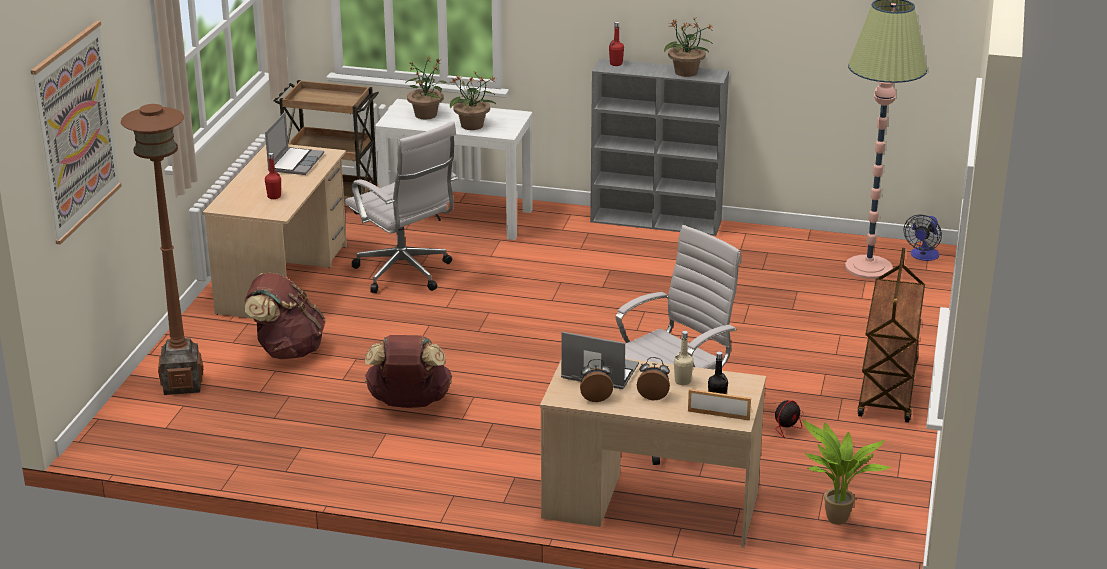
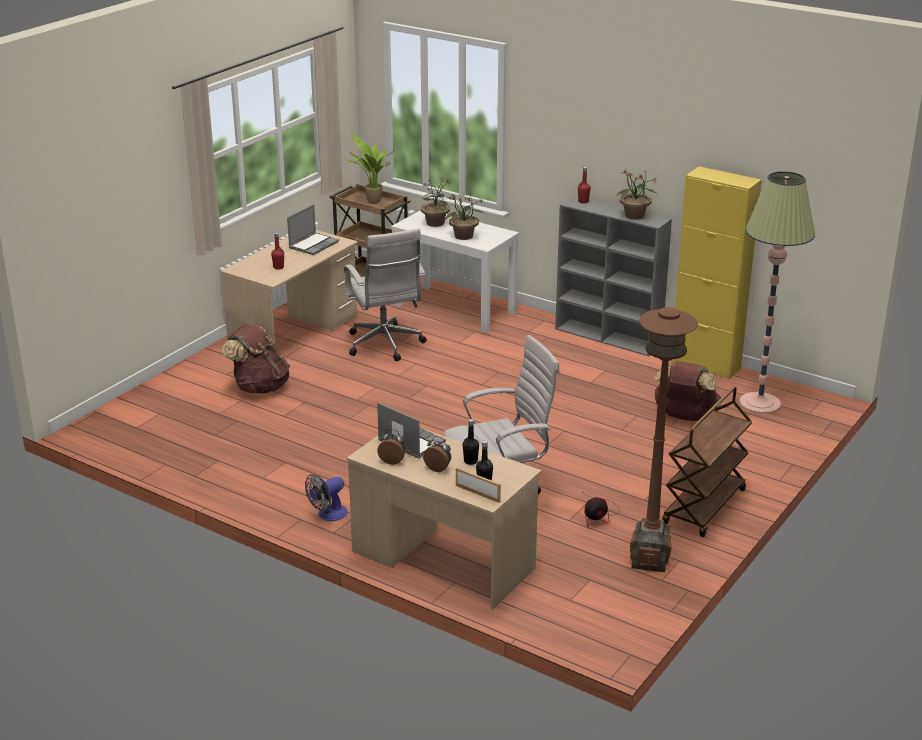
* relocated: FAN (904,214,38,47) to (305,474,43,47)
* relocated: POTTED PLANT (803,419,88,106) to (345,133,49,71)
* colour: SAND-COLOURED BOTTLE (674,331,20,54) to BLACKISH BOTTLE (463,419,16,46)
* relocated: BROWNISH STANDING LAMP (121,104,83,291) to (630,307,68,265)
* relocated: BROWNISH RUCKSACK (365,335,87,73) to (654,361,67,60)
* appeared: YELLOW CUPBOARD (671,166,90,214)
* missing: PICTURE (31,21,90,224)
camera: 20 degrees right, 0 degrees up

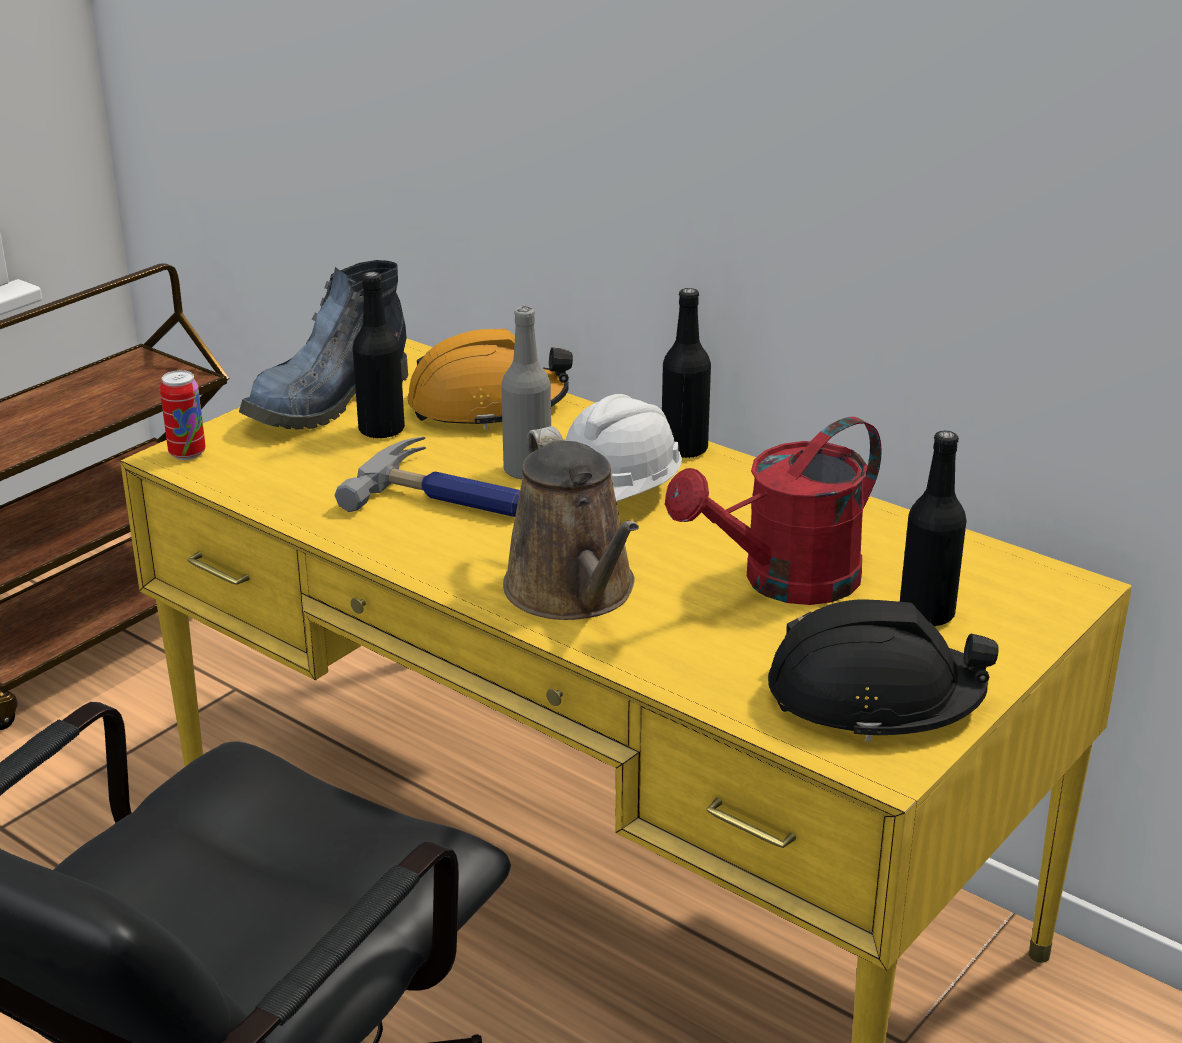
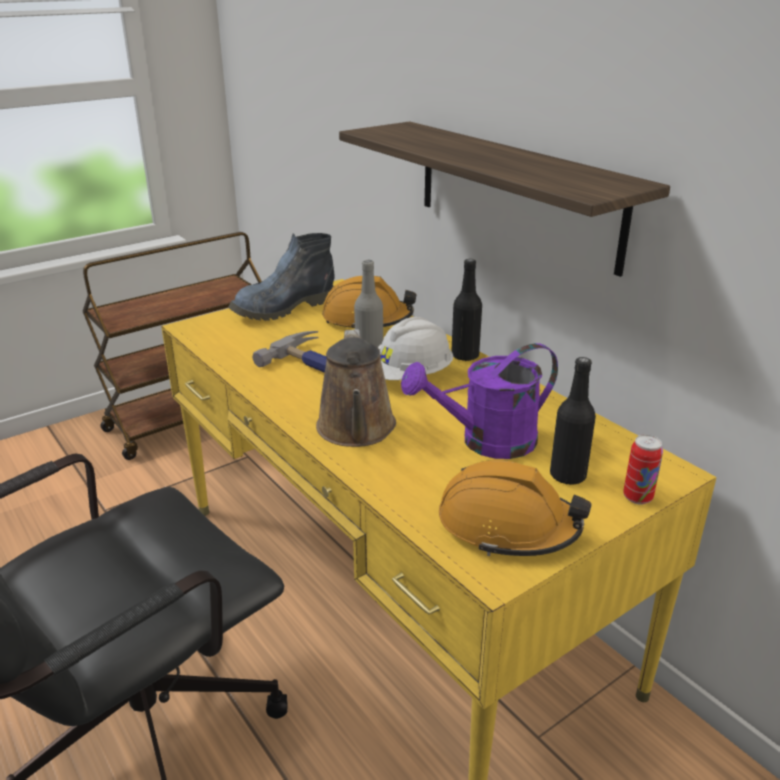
* appeared: SHELF (339,121,331,156)
* colour: REDDISH SPRINKLING CAN (665,417,217,188) to PURPLISH SPRINKLING CAN (401,343,157,116)
* colour: BLACKISH SAFETY HELMET (768,600,231,142) to ORANGEY SAFETY HELMET (439,460,152,96)
* relocated: METAL CAN (160,370,46,90) to (623,435,40,70)
* missing: BLACKISH BOTTLE (353,272,52,167)
camera: 15 degrees right, 0 degrees up

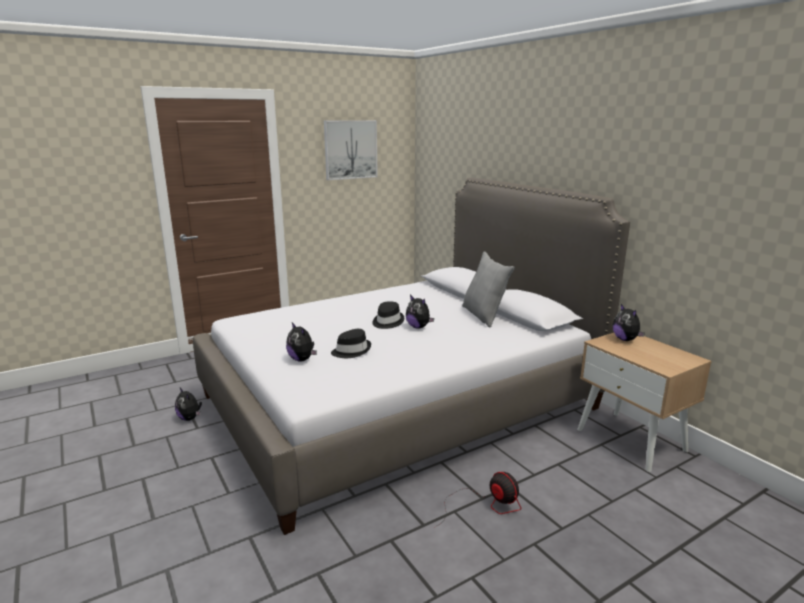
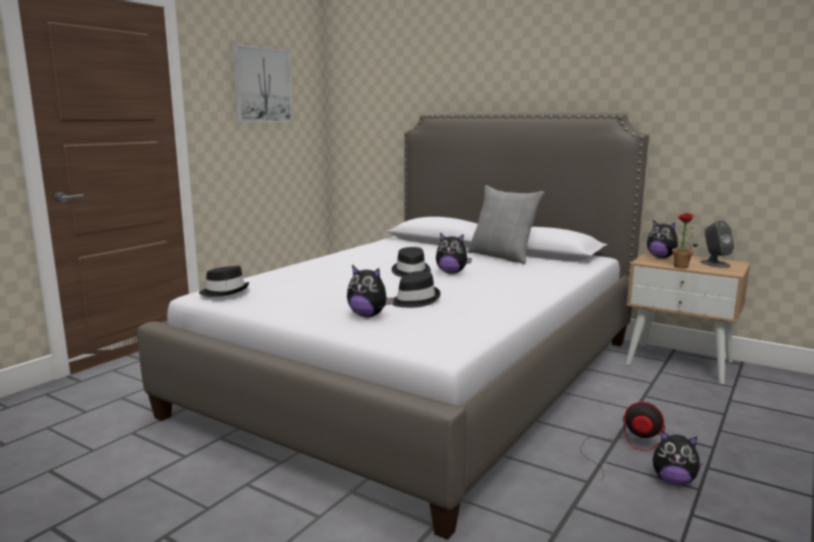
* appeared: BLACKISH HAT (199,266,50,31)
* relocated: CUDDLY TOY (175,388,27,33) to (653,431,50,54)
* appeared: POTTED PLANT (662,213,36,55)
* appeared: GREY AUDIO SPEAKER (700,220,34,48)
camera: 25 degrees left, 5 degrees down

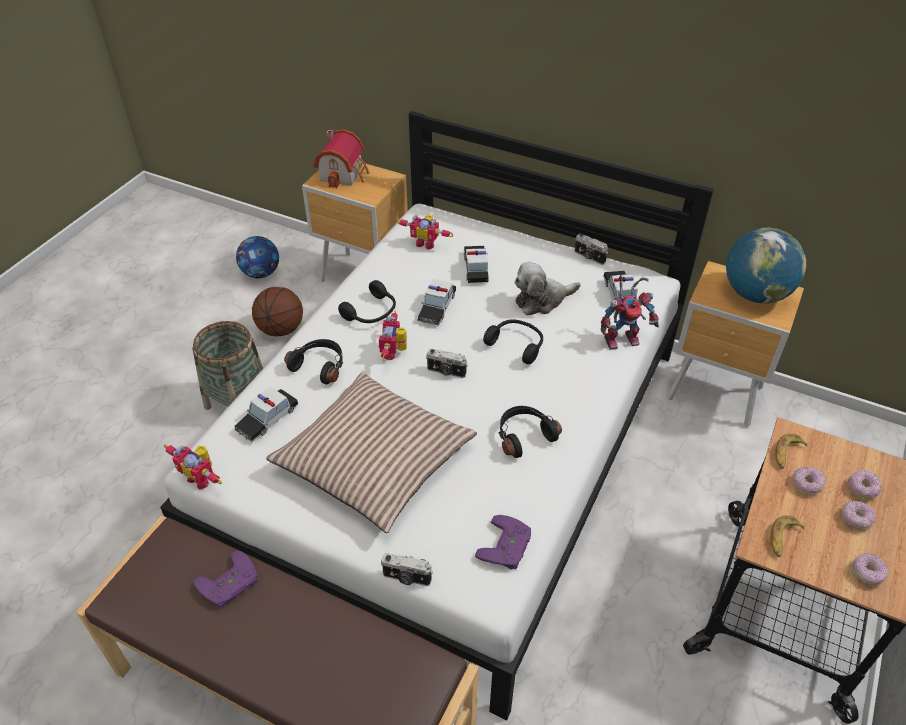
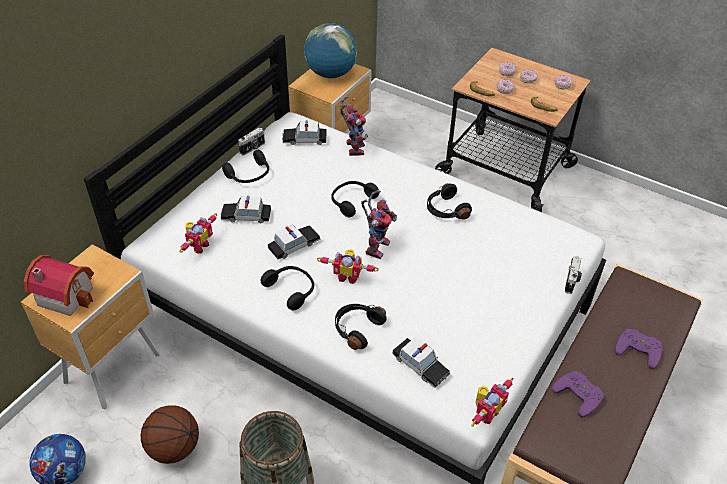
* appeared: BLACKISH PAIR OF HEADPHONES (222,150,47,33)
* spun: MODEL CAR (417,279,39,46) = (268,225,53,34) 60 degrees counterclockwise
* exchanged: PHOTO CAMERA (426,349,42,29) to TOY ROBOT (361,190,36,69)
* relocated: PURPLISH JOYPAD (475,515,56,54) to (615,329,47,40)
* missing: THROW PILLOW (266,372,211,161)
* missing: CUDDLY TOY (514,262,67,53)
camera: 85 degrees left, 0 degrees up

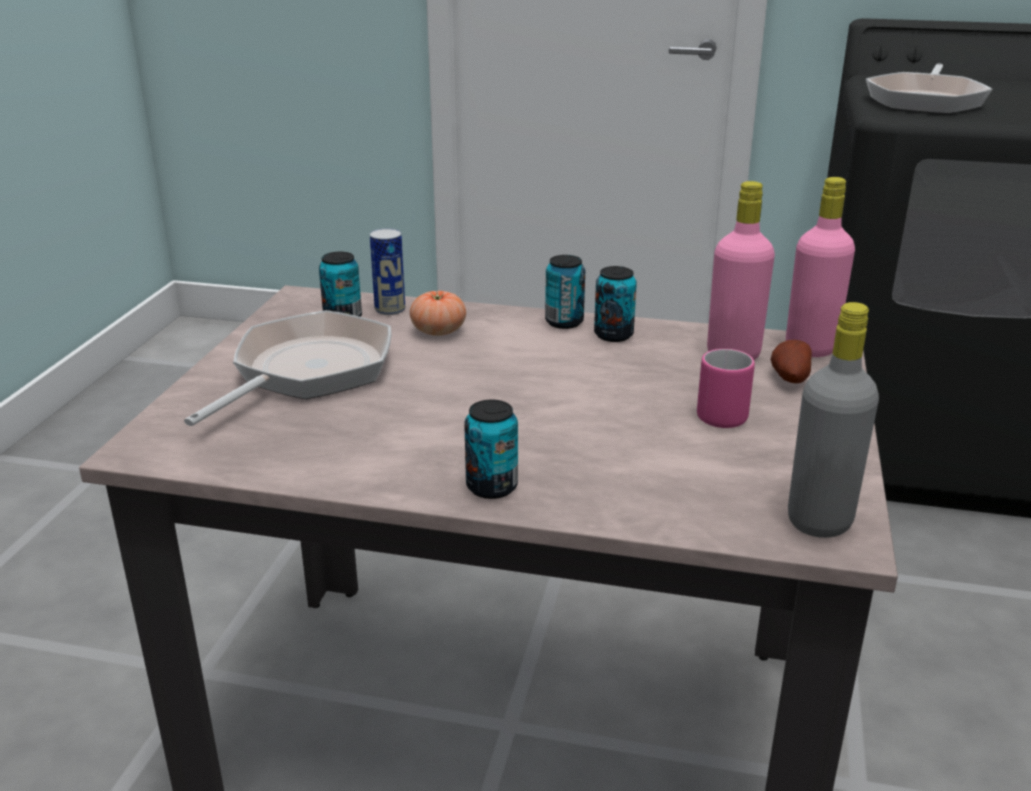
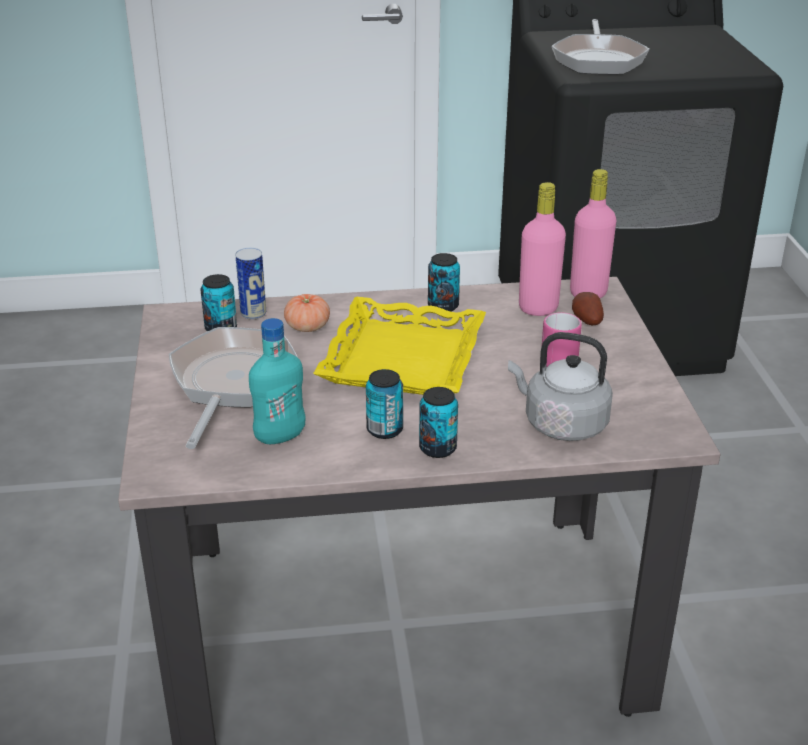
* appeared: TURQUOISE BOTTLE (249,318,56,126)
* appeared: YELLOW CARRYING TRAY (313,297,173,98)
* relocated: METAL CAN (545,255,40,74) to (366,369,37,70)
* appeared: GREY KETTLE (508,332,105,109)
* missing: GREY BOTTLE (788,302,91,236)
camera: 20 degrees left, 5 degrees up

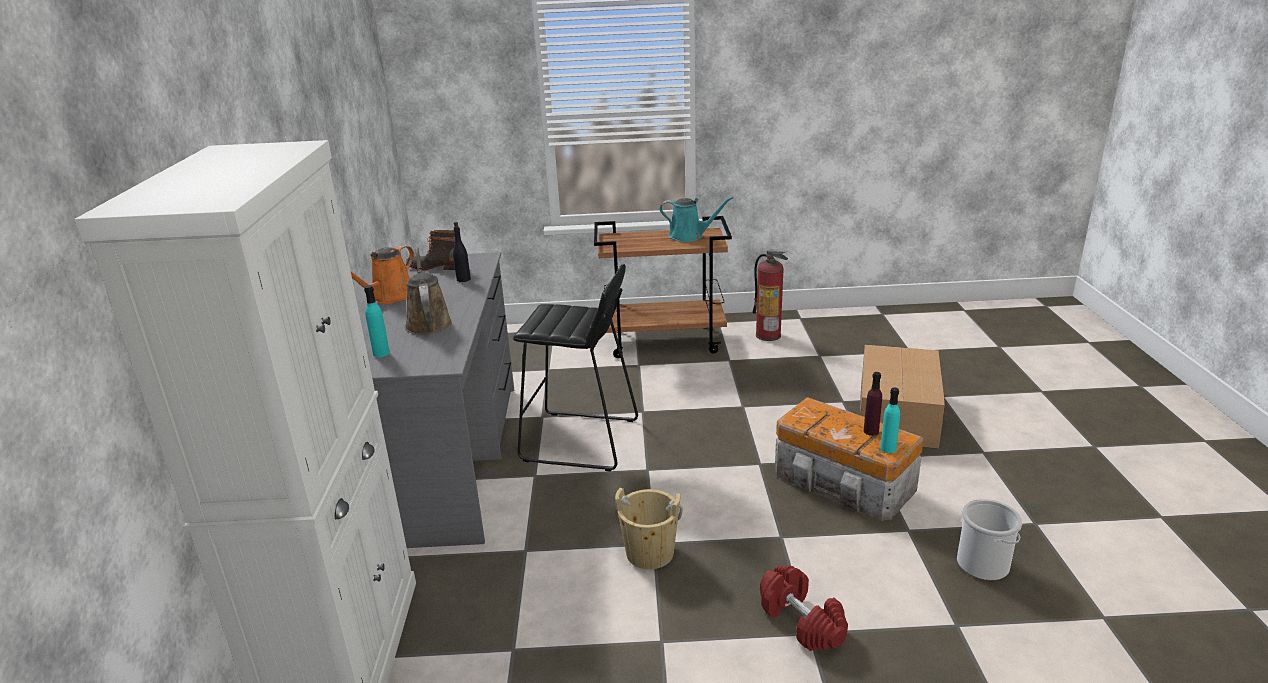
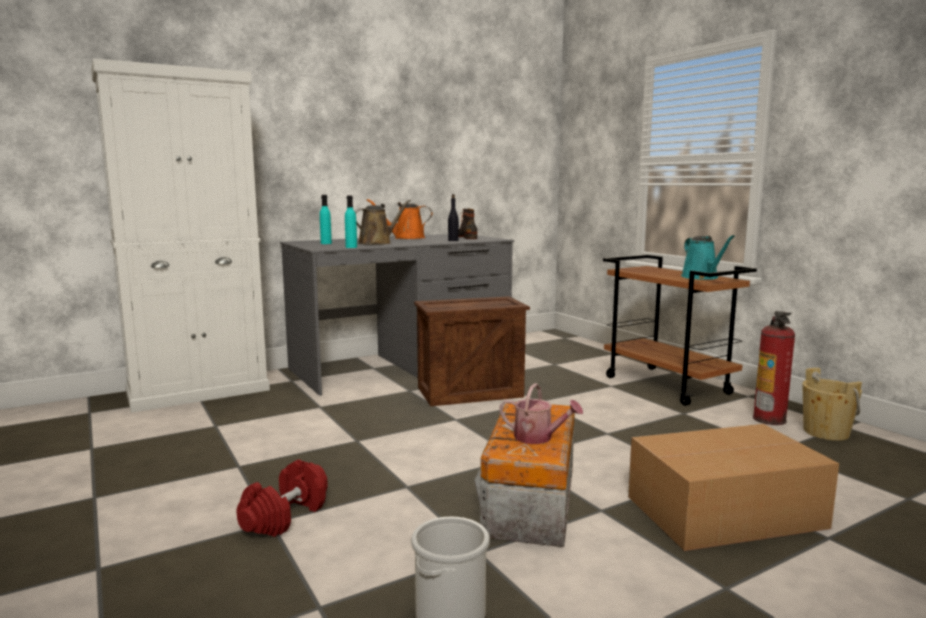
* relocated: TURQUOISE BOTTLE (880,387,20,66) to (345,196,12,52)
* exchanged: BLACKISH STOOL (513,264,125,208) to SHIPPING CRATE (414,296,116,110)
* exchanged: PURPLISH BOTTLE (864,372,18,64) to SPRINKLING CAN (499,383,84,61)
* relocated: SAND-COLOURED BUCKET (615,488,68,81) to (802,368,60,73)
camera: 60 degrees right, 15 degrees down

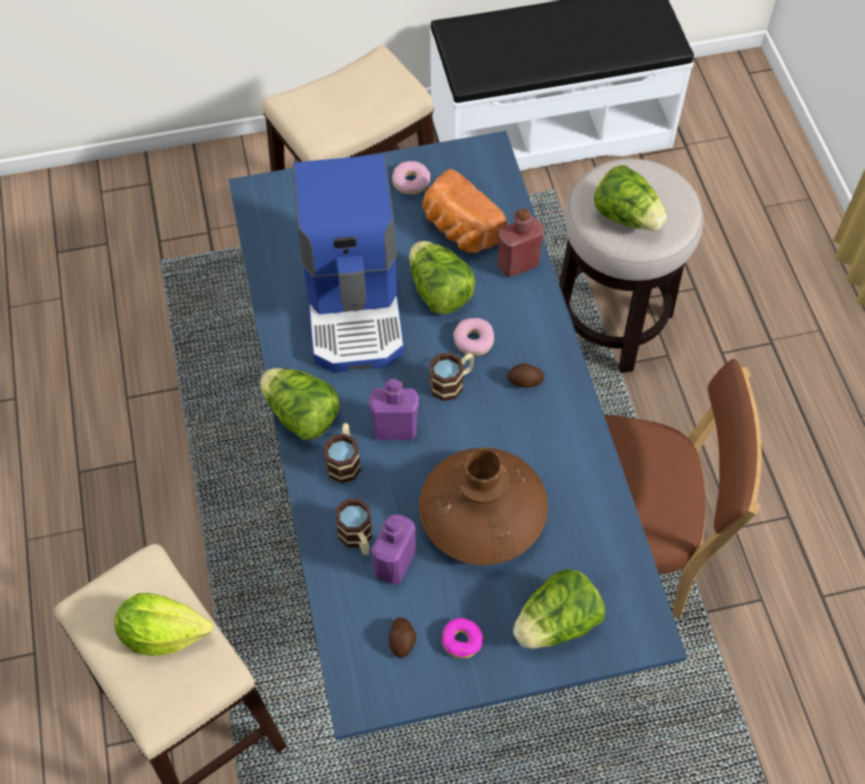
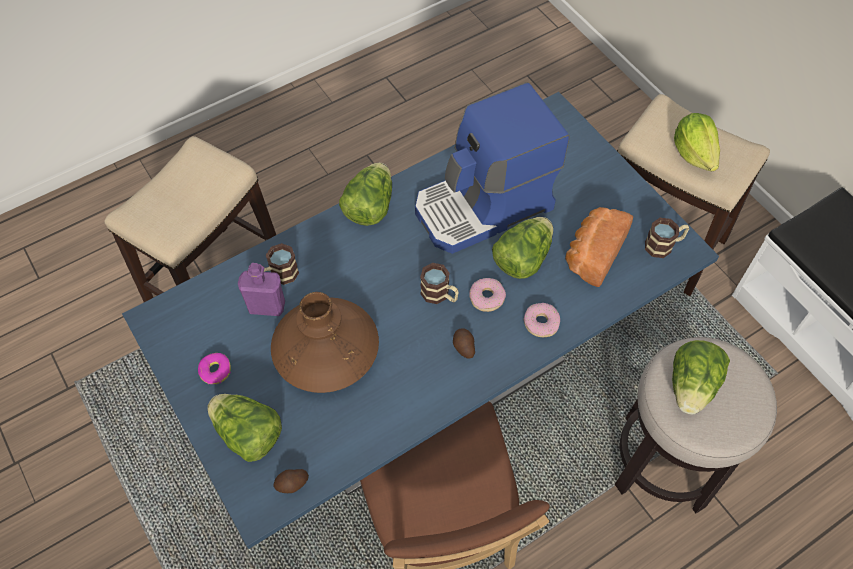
* relocated: POTATO (389,618,27,40) to (273,469,36,24)
* relocated: RING DOUGHNUT (392,161,38,34) to (524,303,36,34)
* relocated: TEA MUG (323,423,38,60) to (645,218,44,40)
* relocated: LETTUCE (114,593,98,63) to (674,113,46,59)
* missing: PURPLISH BOTTLE (369,379,50,61)
* missing: REDDISH BOTTLE (498,208,46,69)
camera: 70 degrees right, 0 degrees up

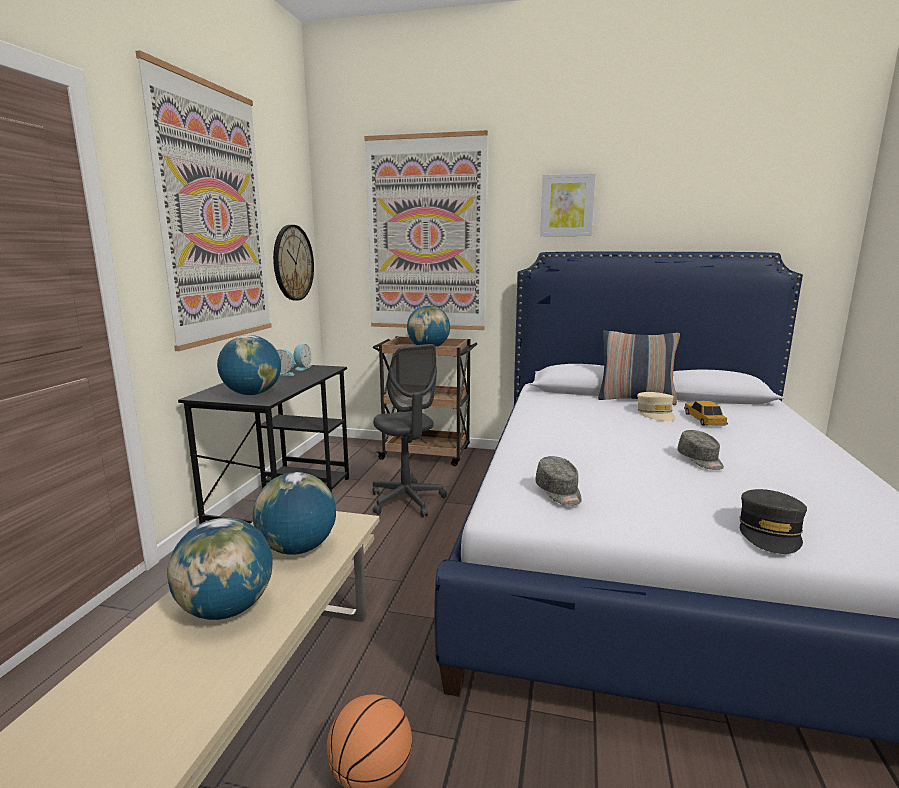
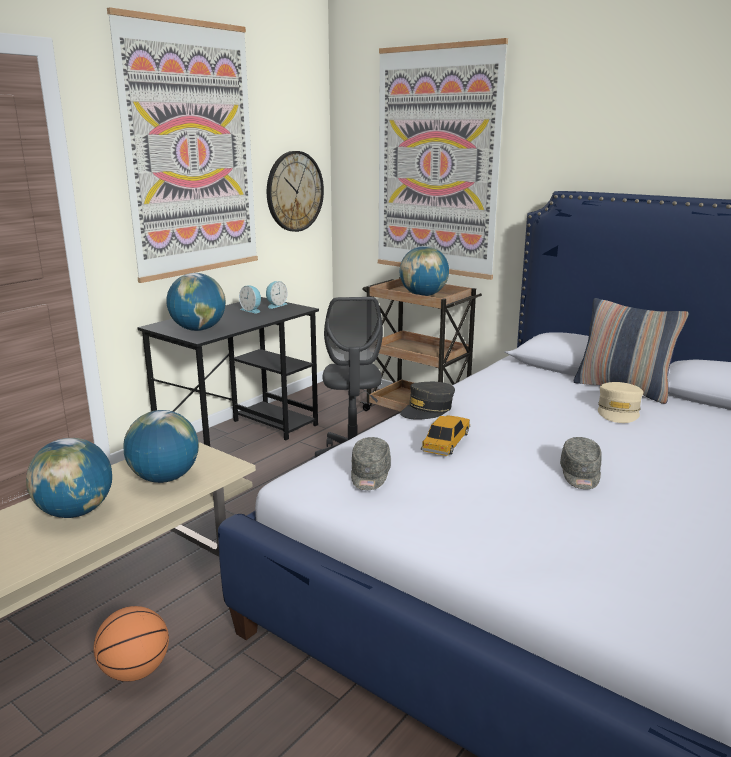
* relocated: GREY CAP (739,489,68,65) to (400,382,55,38)
* relocated: MODEL CAR (684,401,44,25) to (421,415,49,41)
* missing: PICTURE (540,173,56,63)
camera: 25 degrees right, 5 degrees up

